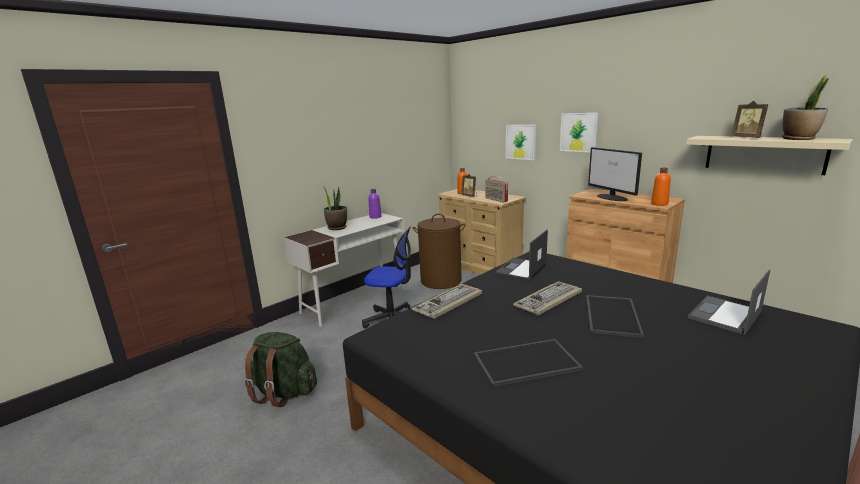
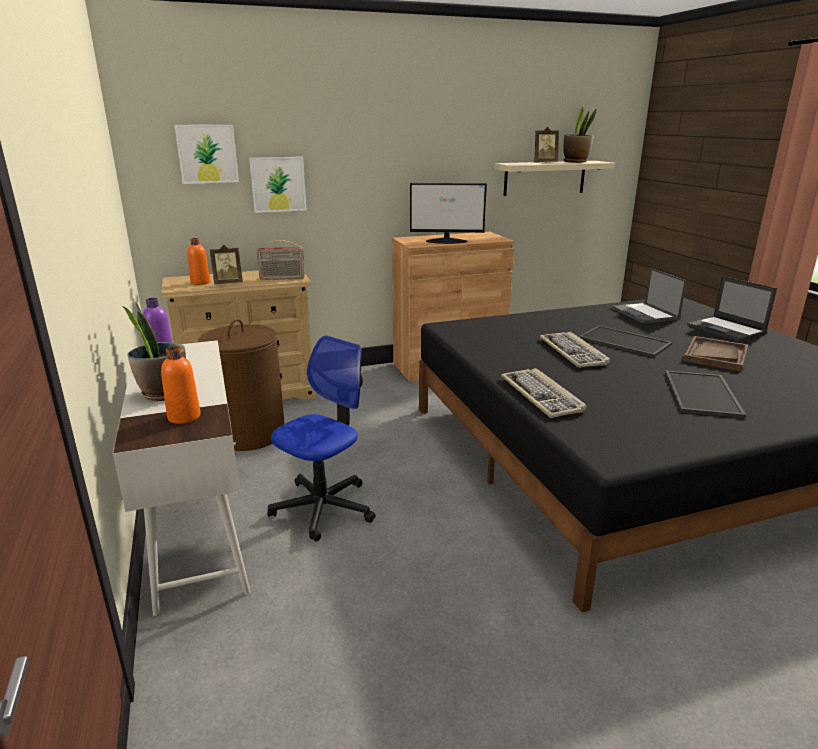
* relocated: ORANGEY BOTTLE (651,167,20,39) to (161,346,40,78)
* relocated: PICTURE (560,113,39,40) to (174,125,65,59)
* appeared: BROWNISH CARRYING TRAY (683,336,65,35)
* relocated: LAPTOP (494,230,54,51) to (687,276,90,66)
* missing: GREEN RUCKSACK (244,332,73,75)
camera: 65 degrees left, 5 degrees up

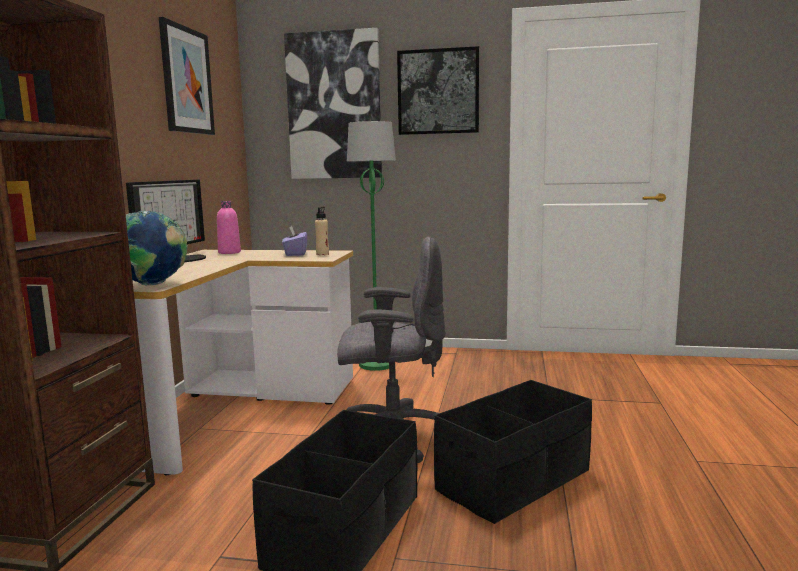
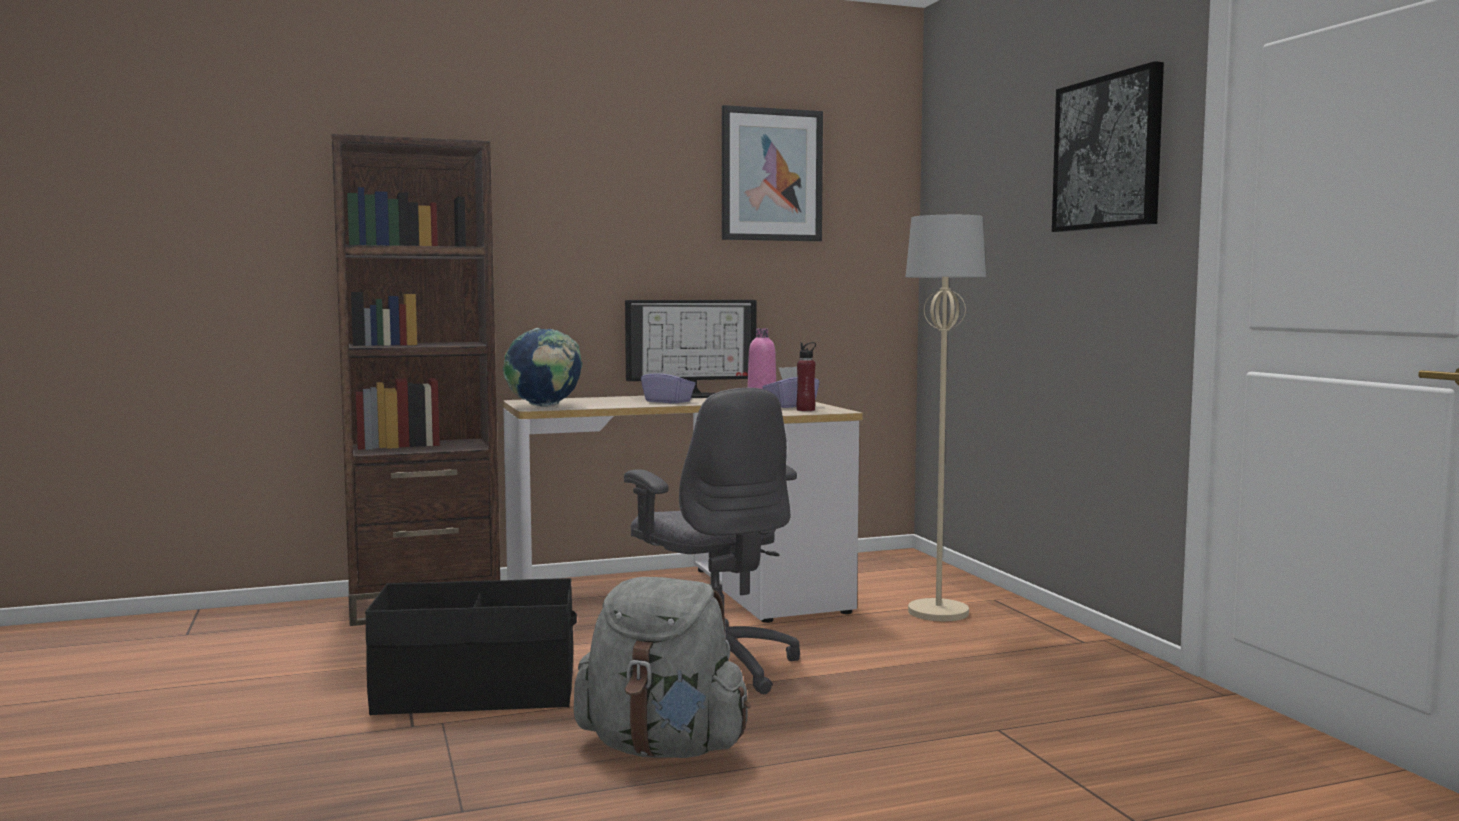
* exchanged: BLACKISH STORAGE BOX (434,380,158,144) to GREY RUCKSACK (574,577,177,181)
* appeared: PURPLISH BOX OF TISSUES (641,364,54,40)
* colour: SAND-COLOURED BOTTLE (315,207,14,48) to REDDISH BOTTLE (797,342,19,69)
* colour: GREEN STANDING LAMP (347,121,49,250) to SAND-COLOURED STANDING LAMP (906,215,80,406)
* missing: PICTURE (284,28,98,151)
camera: 60 degrees right, 5 degrees down

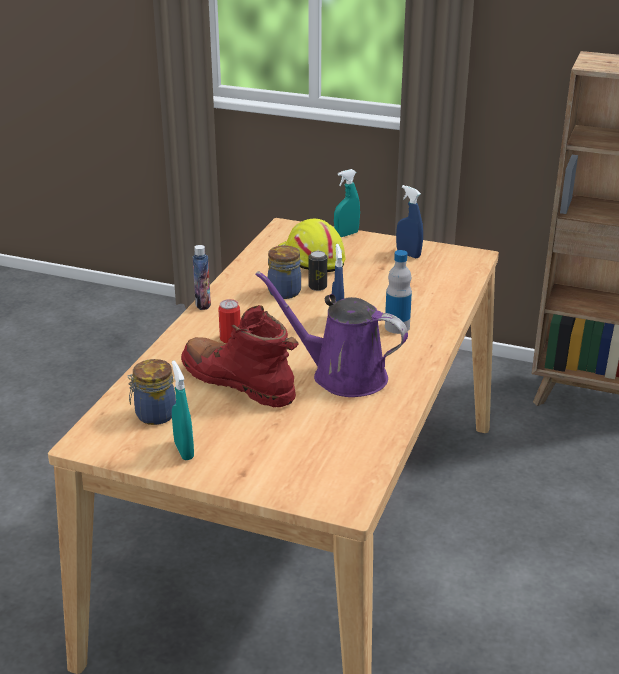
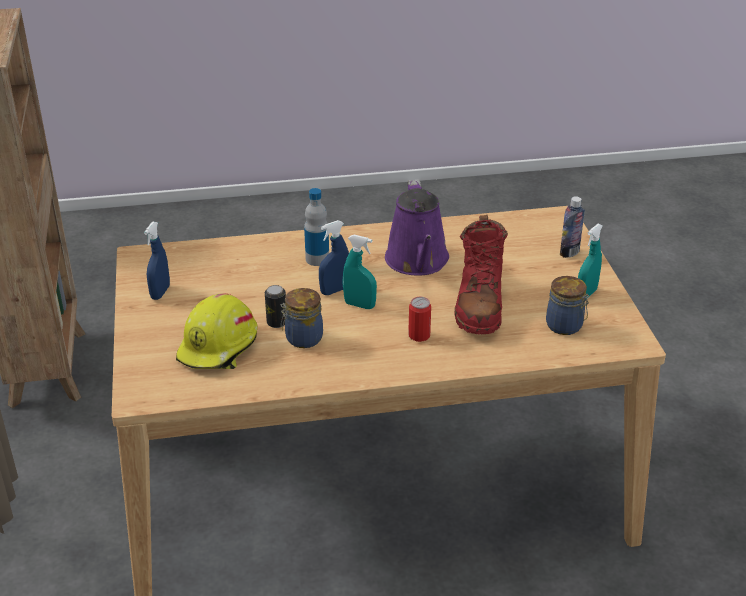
* relocated: TURQUOISE SPRAYER (334,169,26,68) to (343,235,34,74)
* relocated: BOTTLE (193,245,18,65) to (560,196,25,62)
camera: 120 degrees left, 5 degrees up

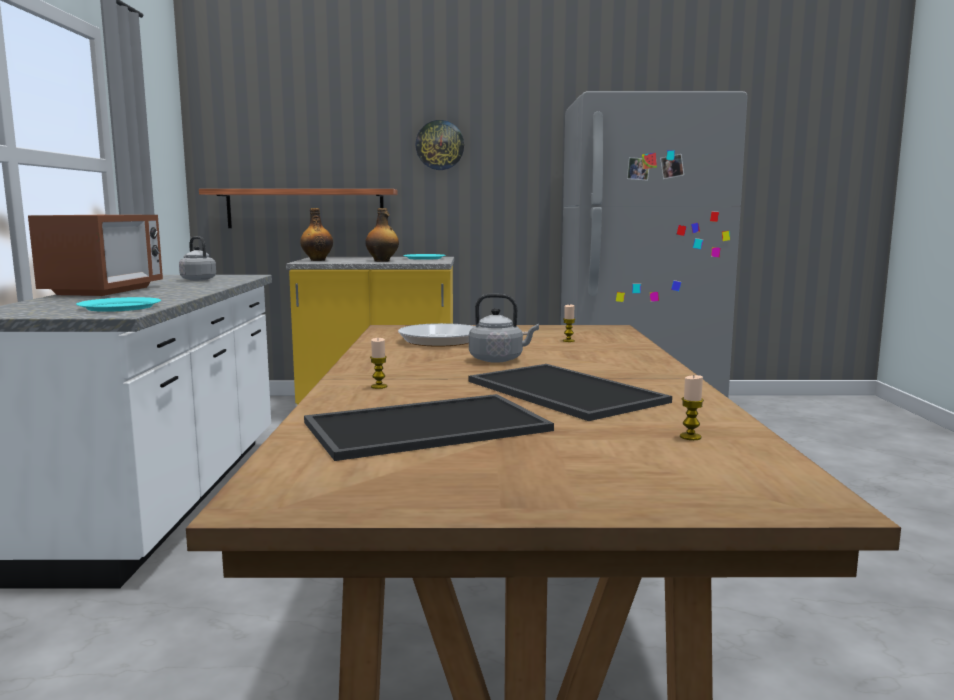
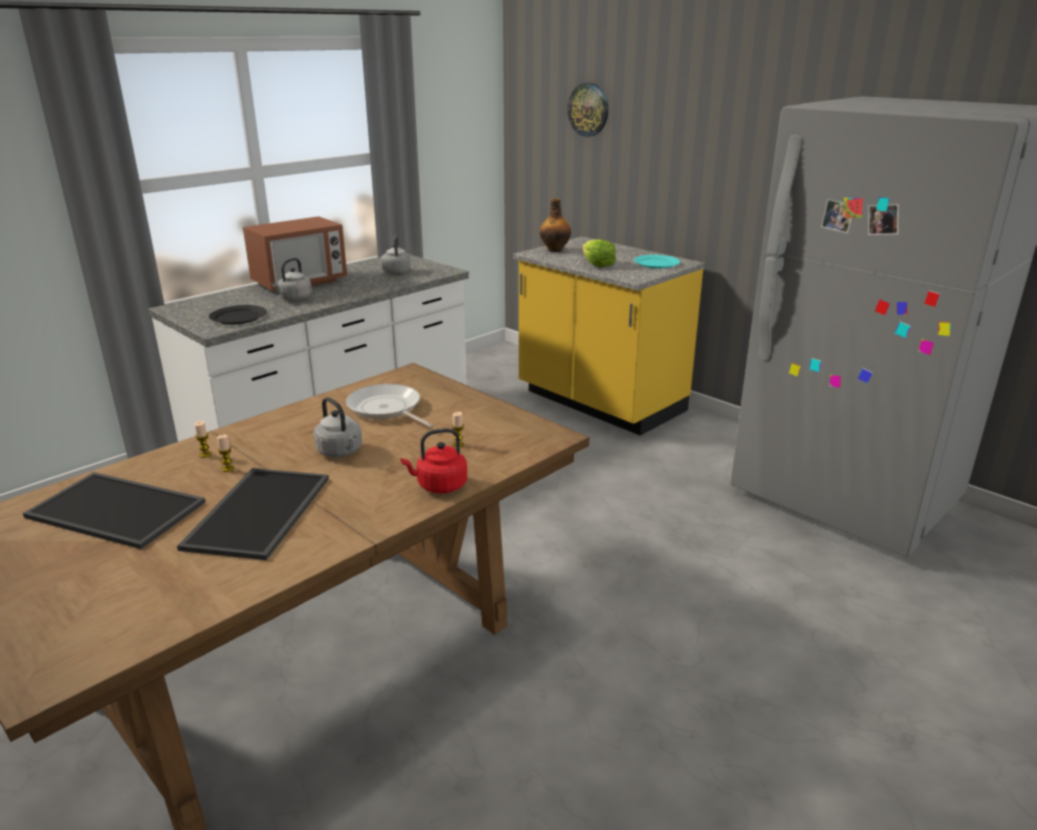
* colour: TURQUOISE FLAT DISH (76,297,85,15) to BLACKISH FLAT DISH (209,305,58,20)
* relocated: CANDLE (680,375,24,65) to (217,435,18,37)
* appeared: GREY KETTLE (271,258,41,43)
* appeared: REDDISH KETTLE (401,428,66,66)
* relocated: WALL CLOCK (416,120,48,50) to (567,83,41,54)
* exchanged: BOTTLE (365,208,34,54) to LETTUCE (583,239,33,28)
* missing: SHELF (199,189,198,39)
camera: 45 degrees right, 15 degrees up

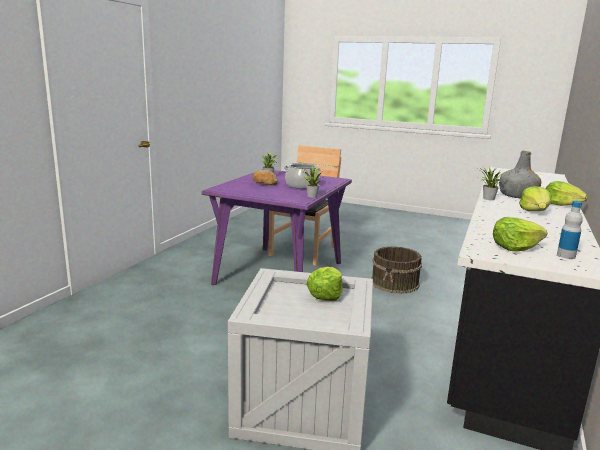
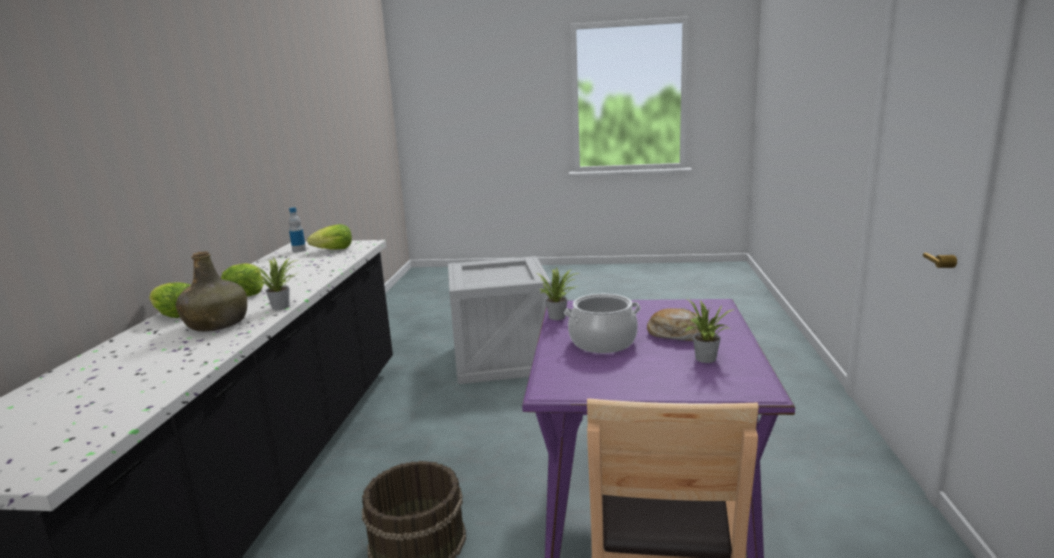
* colour: GREY BOTTLE (499,151,42,47) to GREEN BOTTLE (176,251,71,81)
* missing: LETTUCE (306,267,37,34)
camera: 165 degrees right, 0 degrees up

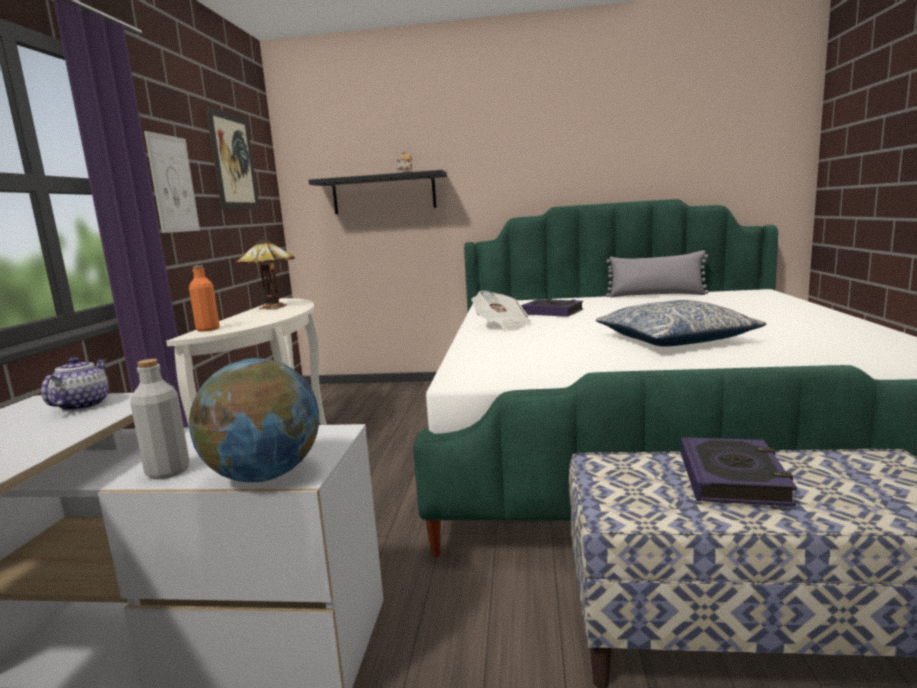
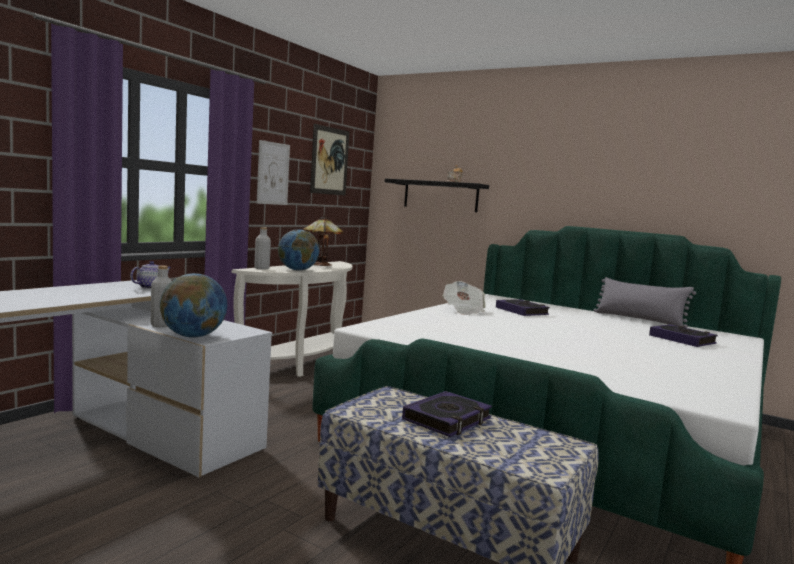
* colour: ORANGEY BOTTLE (189,266,31,66) to GREY BOTTLE (254,227,17,42)
* appeared: DESK GLOBE (278,229,42,42)
* appeared: VOLUME (649,324,69,23)
* missing: THROW PILLOW (596,300,170,47)
camera: 25 degrees right, 5 degrees down

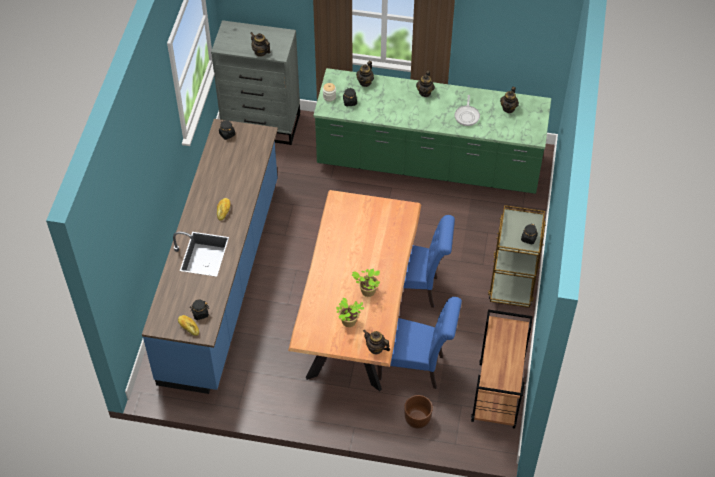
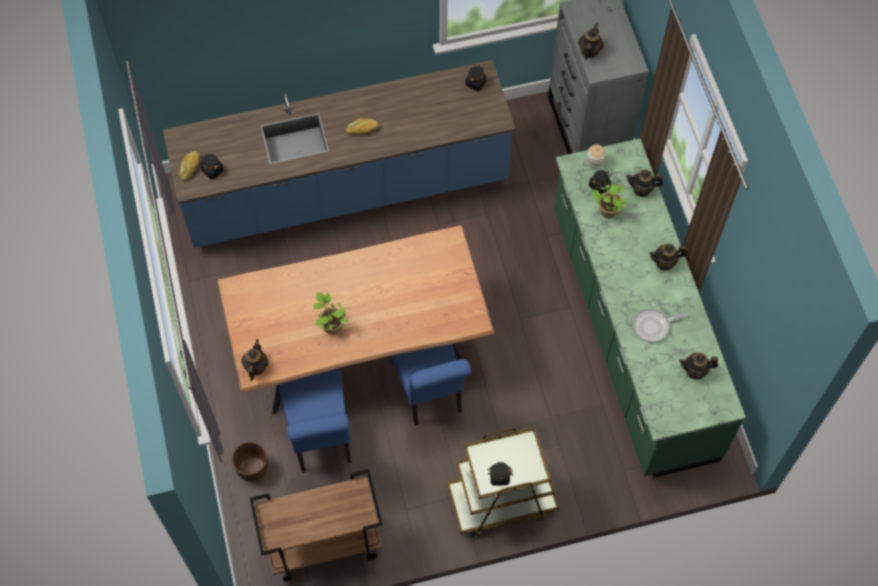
* relocated: POTTED PLANT (336,298,28,29) to (591,184,36,35)
camera: 65 degrees right, 10 degrees up

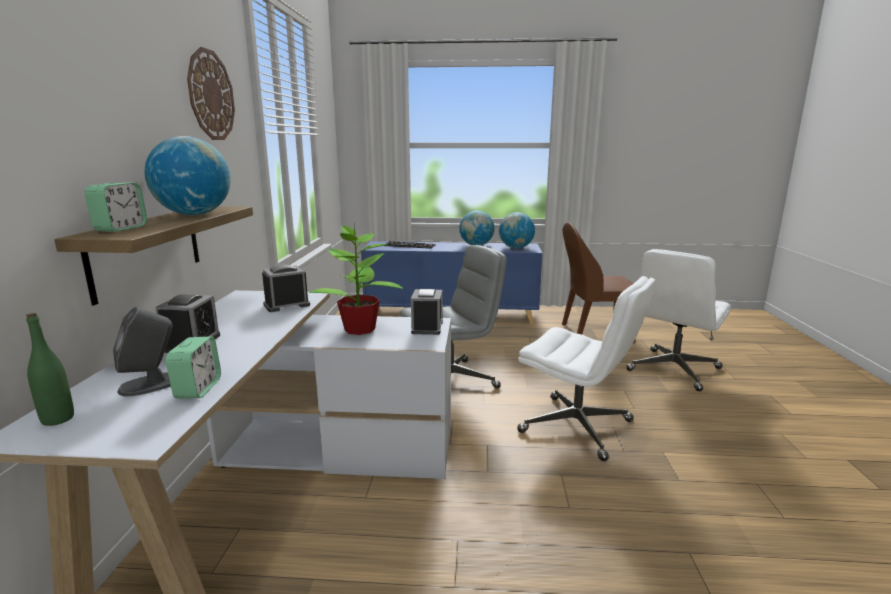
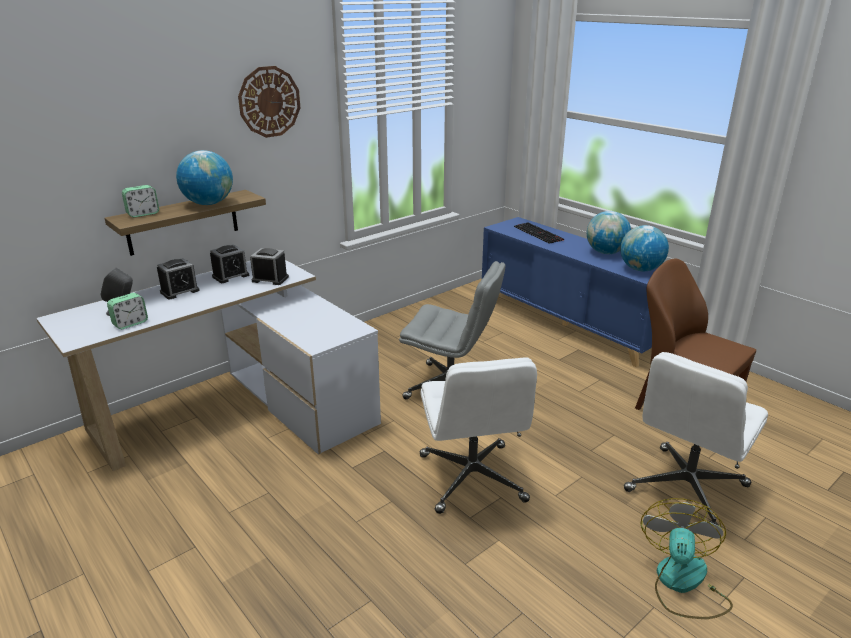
* relocated: TABLE CLOCK (411,289,32,46) to (210,245,39,38)
* spun: WHITE-COLOURED COMPUTER CHAIR (626,249,105,142) = (624,352,144,173) 45 degrees counterclockwise
* appeared: FAN (640,498,93,121)
* missing: GREEN BOTTLE (26,313,48,113)
* missing: POTTED PLANT (309,225,94,110)
camera: 45 degrees right, 10 degrees up

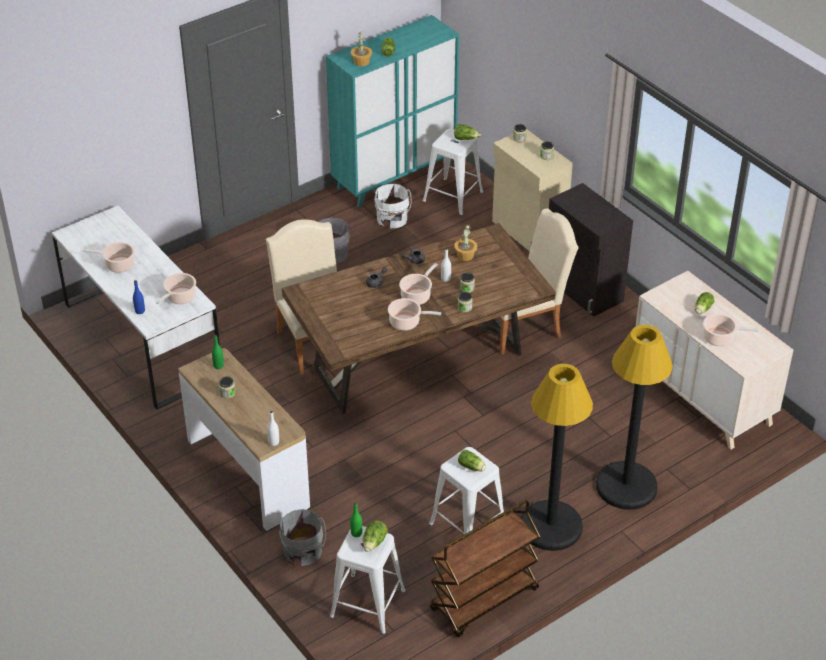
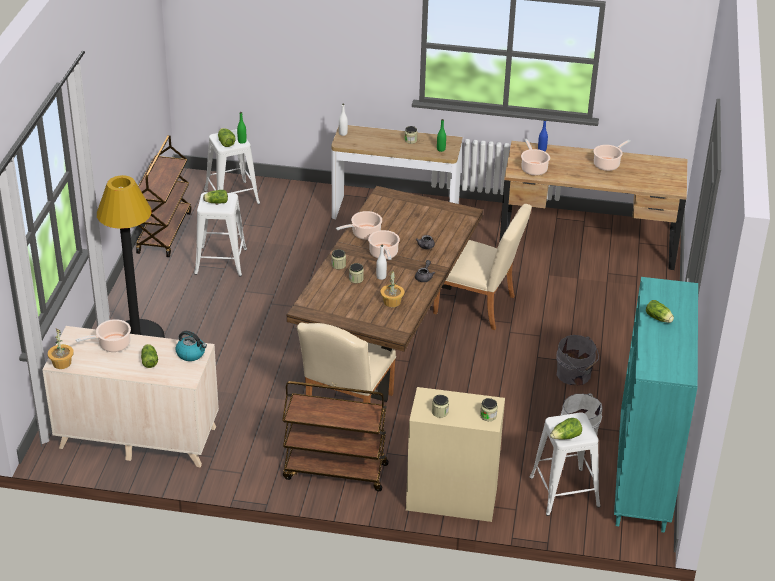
* relocated: POTTED PLANT (351,31,21,35) to (48,328,26,41)
* appeared: KETTLE (175,331,32,30)
* exchanged: BLACKISH CUPBOARD (549,183,84,134) to BROWNISH TROLLEY (282,381,107,110)
* colour: WHITE-COLOURED DESK UNIT (52,206,168,204) to BROWNISH DESK UNIT (499,141,188,129)
* missing: GREY BUCKET (279,509,47,57)
* missing: BLACKISH STANDING LAMP (521,364,72,187)
camera: 135 degrees right, 5 degrees down

